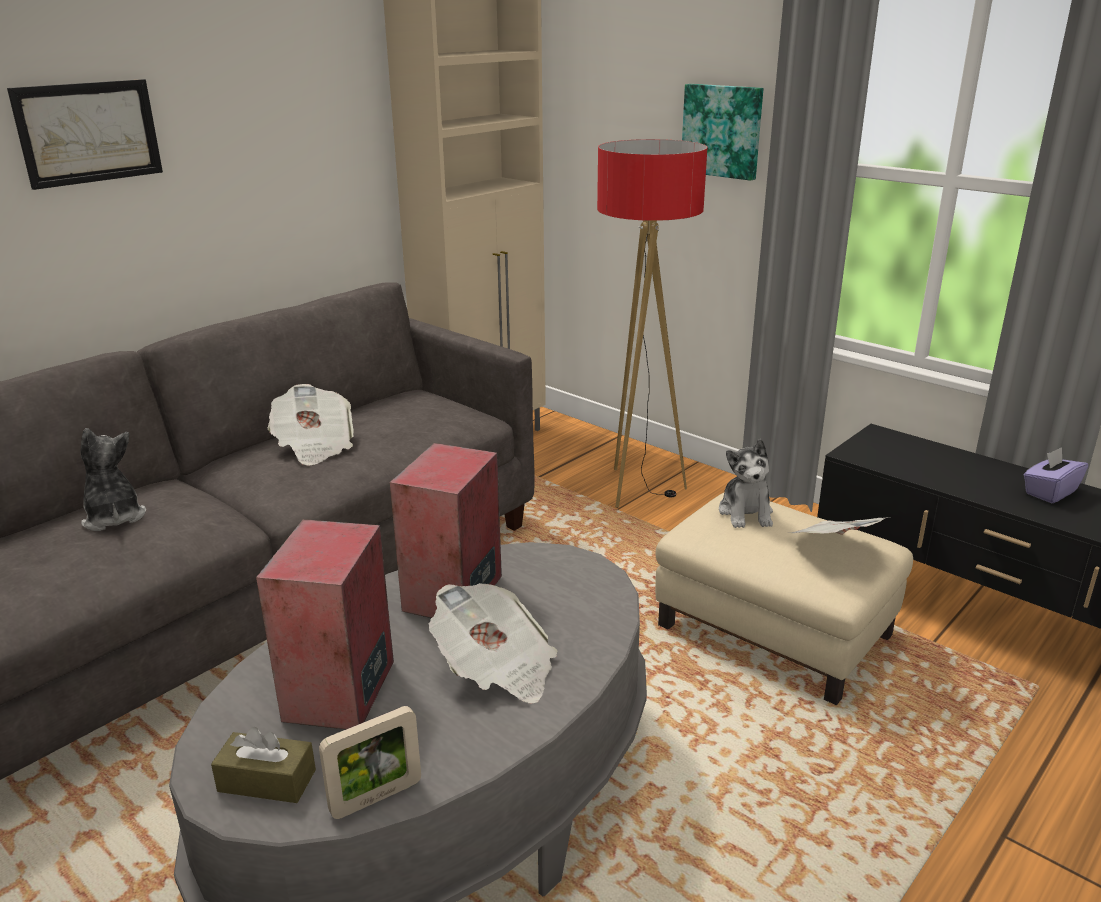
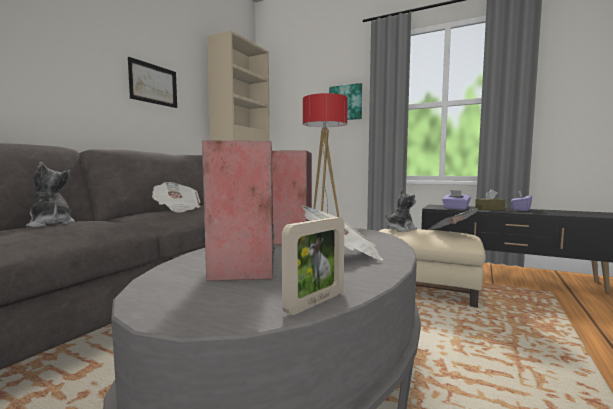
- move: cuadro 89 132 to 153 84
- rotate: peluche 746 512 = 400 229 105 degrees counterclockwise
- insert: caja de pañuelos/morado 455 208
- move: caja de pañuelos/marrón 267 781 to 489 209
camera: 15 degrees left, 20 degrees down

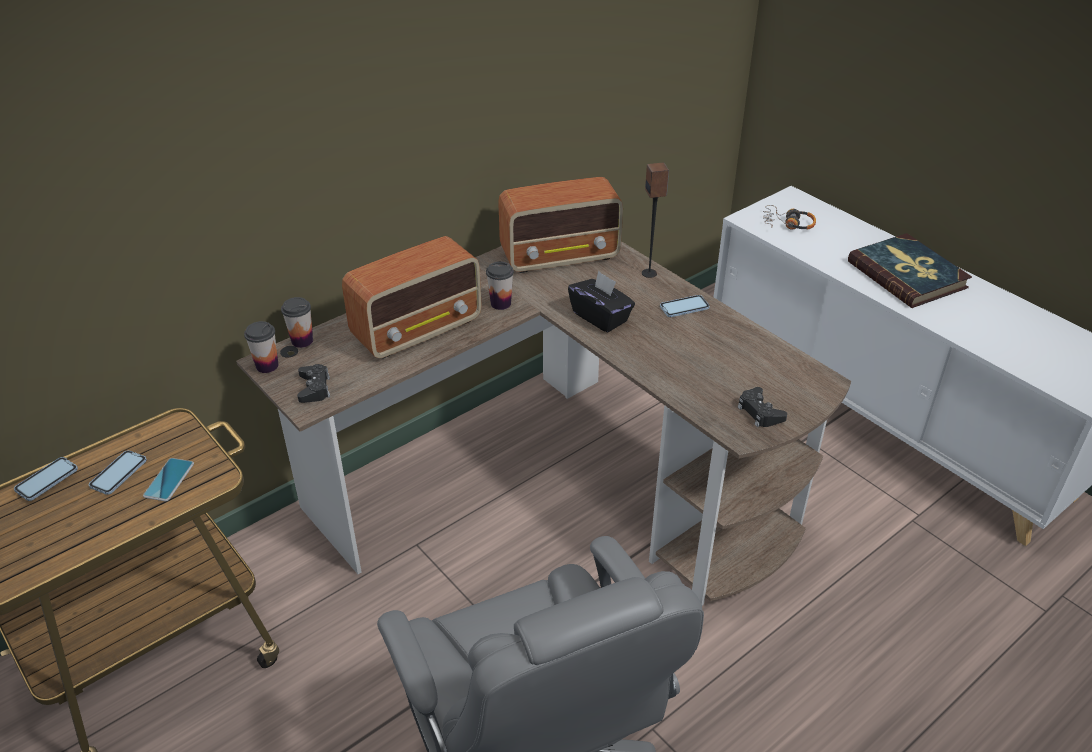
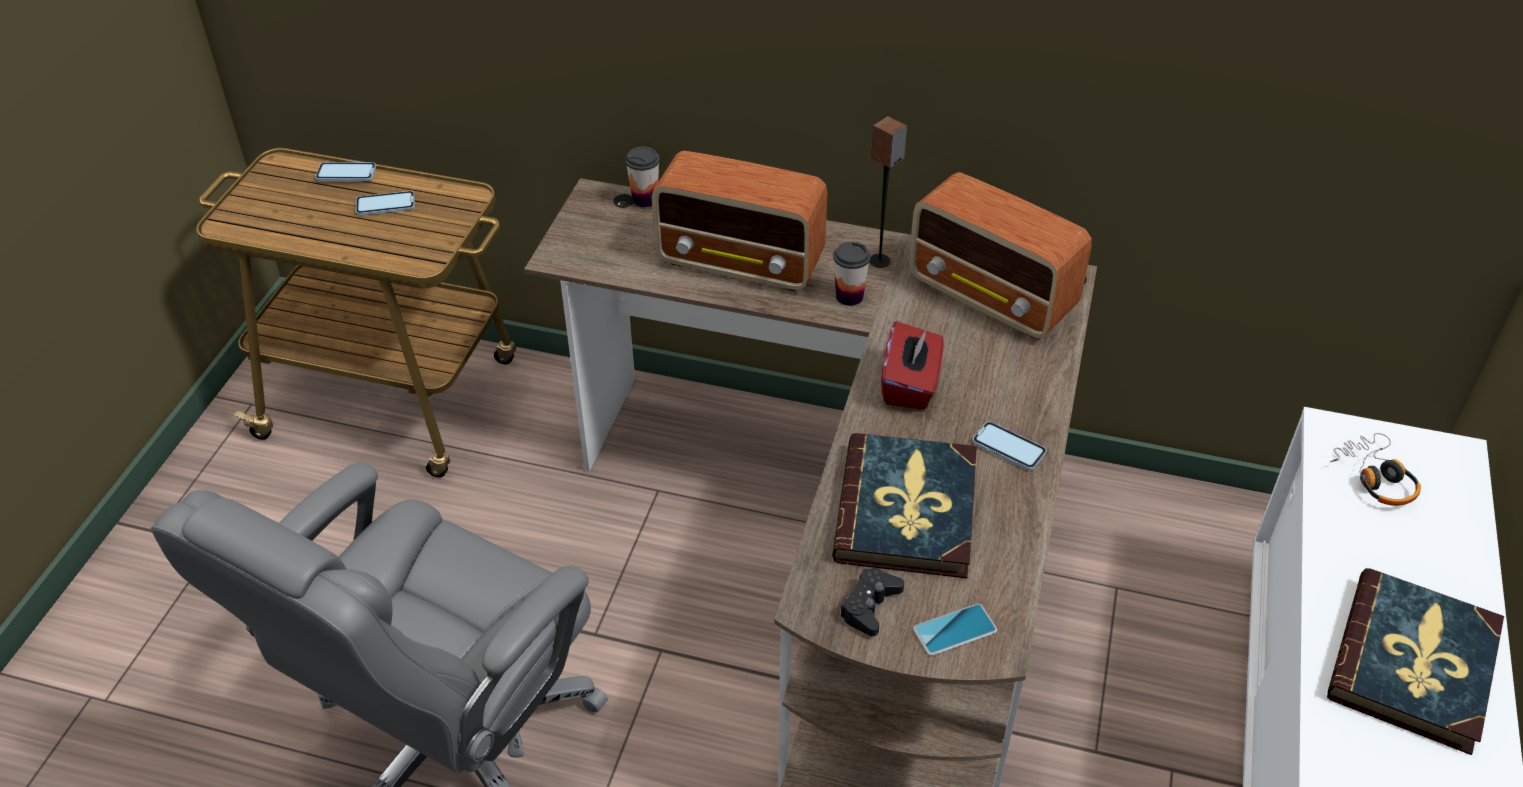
- insert: libro 907 510
- move: altavoz 649 273 to 880 261
- recolor: caja de pañuelos/negro 600 317 to caja de pañuelos/rojo 910 385
- move: móvil 169 480 to 954 630
- delete: taza 267 366
- delete: mando de consola/negro 314 388
camera: 55 degrees right, 5 degrees up

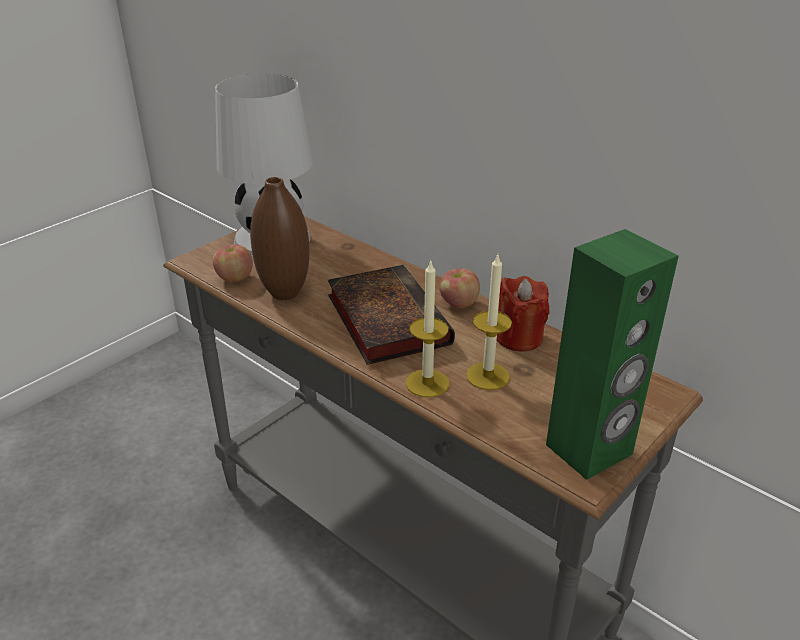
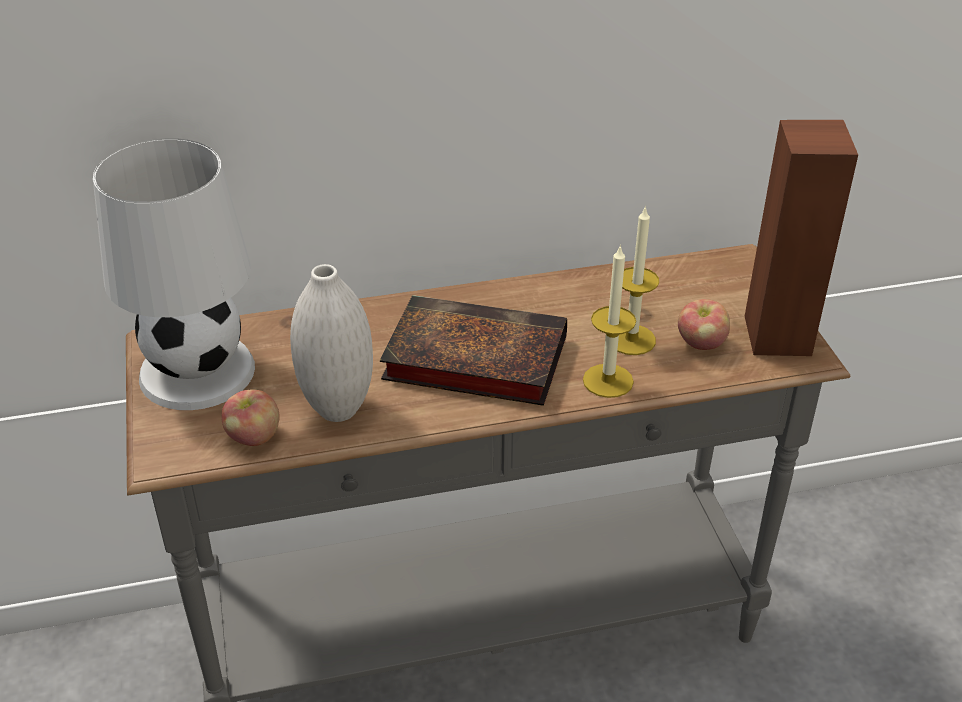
- recolor: florero/marrón 285 293 to florero/blanco 338 409
- move: manzana 458 303 to 701 343
- recolor: altavoz/verde 590 450 to altavoz/marrón 778 335
- delete: vela/rojo 518 337
camera: 55 degrees left, 5 degrees up

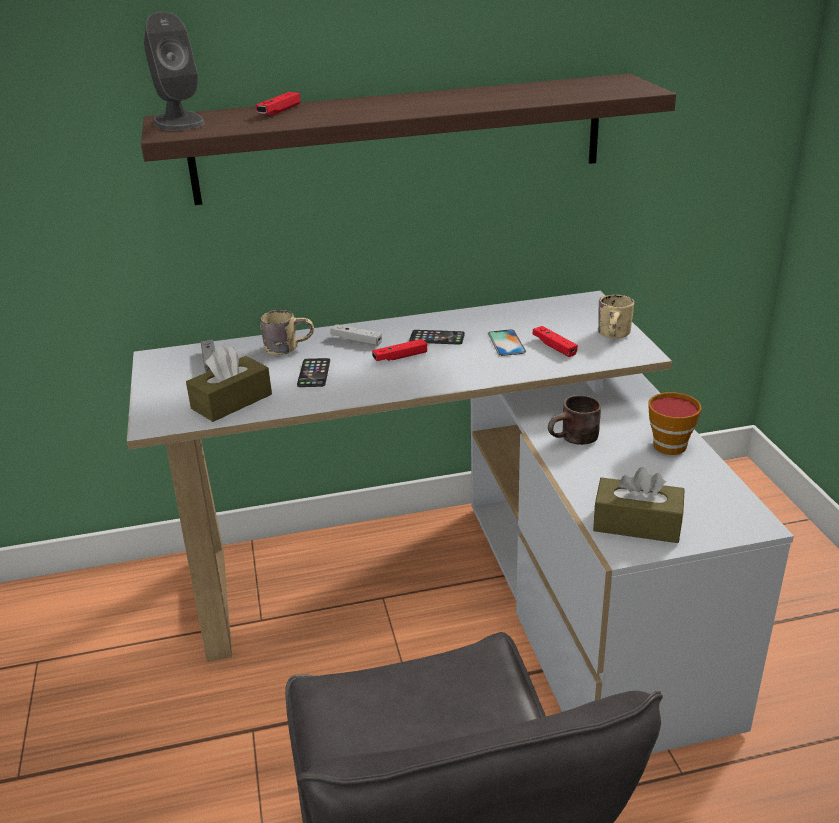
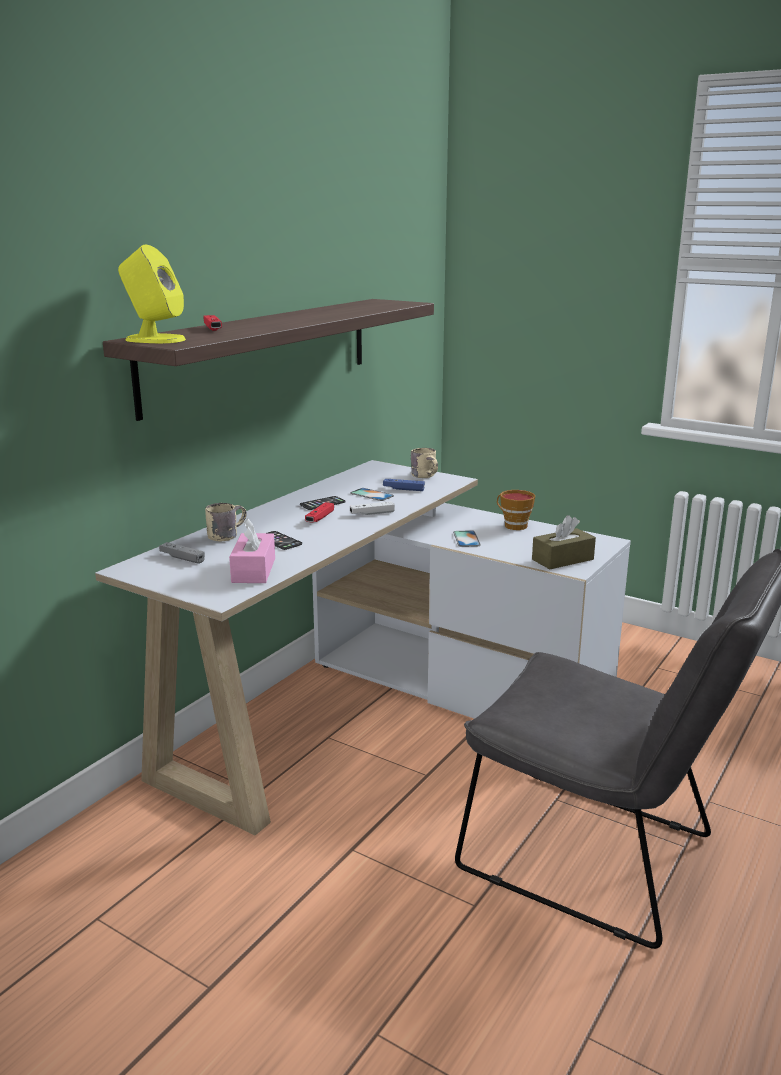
- recolor: altavoz/gris 178 122 to altavoz/amarillo 154 339
- recolor: caja de pañuelos/marrón 232 401 to caja de pañuelos/rosa 253 570
- move: mando de consola/blanco 356 340 to 372 513
- recolor: mando de consola/rojo 554 347 to mando de consola/azul 403 489
- replace: taza grande/marrón 575 441 to móvil 466 539
camera: 45 degrees left, 10 degrees down

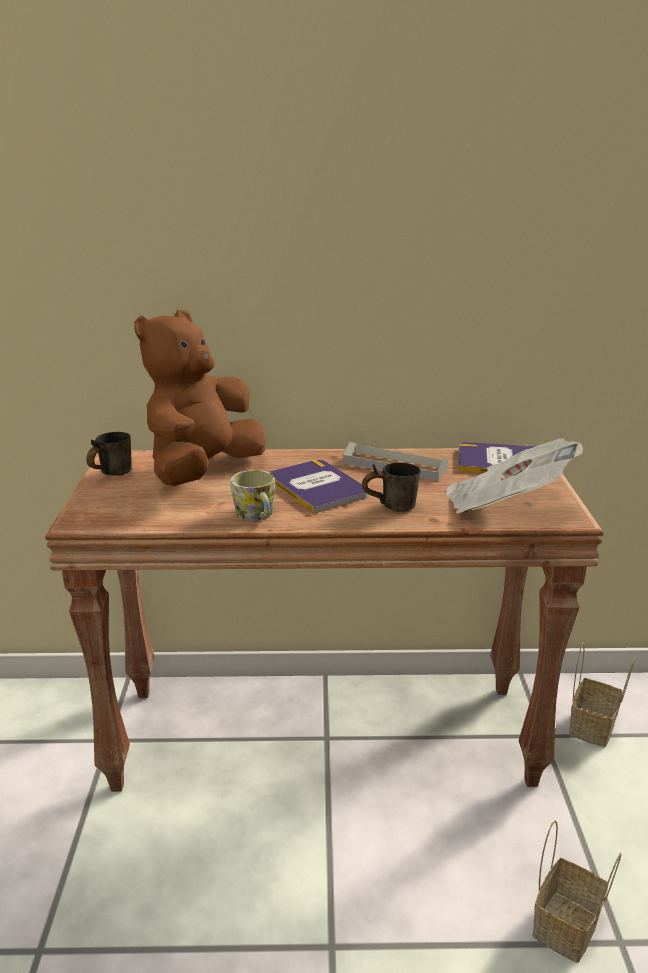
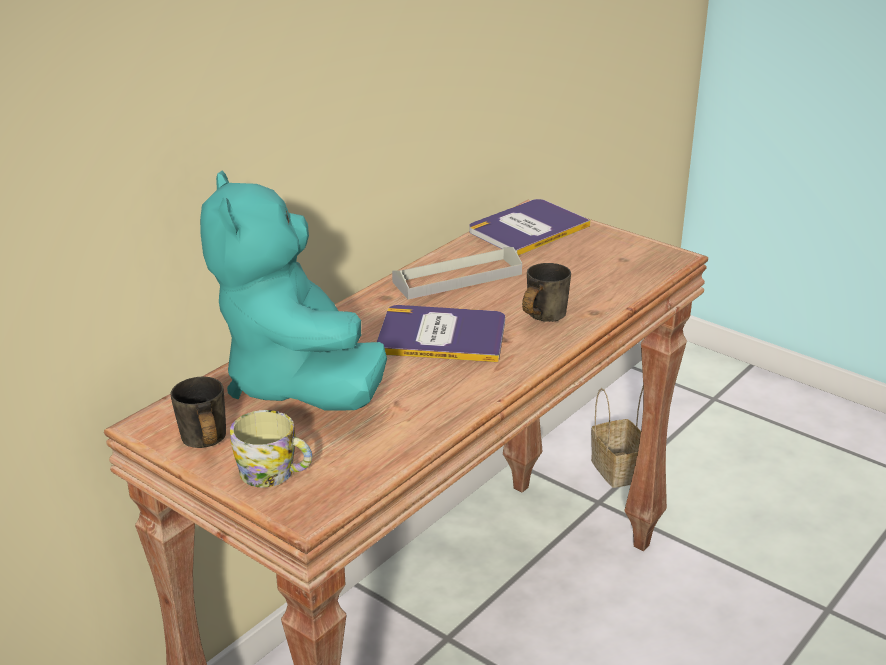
- recolor: peluche/marrón 203 471 to peluche/turquesa 297 383
- move: taza grande 256 515 to 274 473
- delete: periódico 504 506
- delete: cesta 566 929
camera: 50 degrees left, 5 degrees up

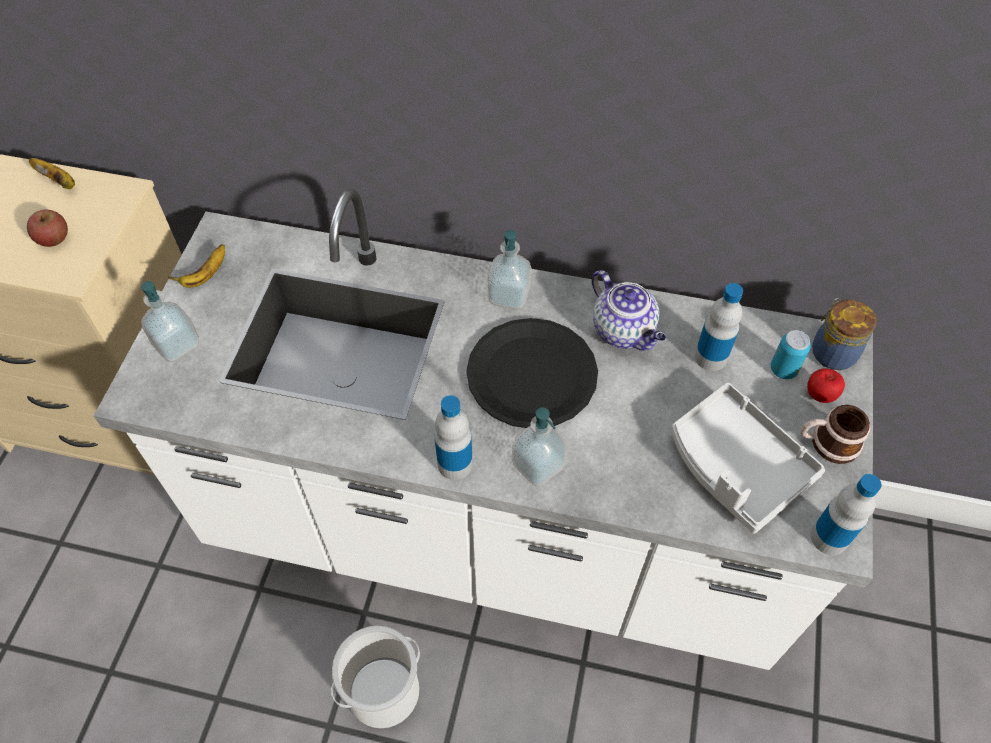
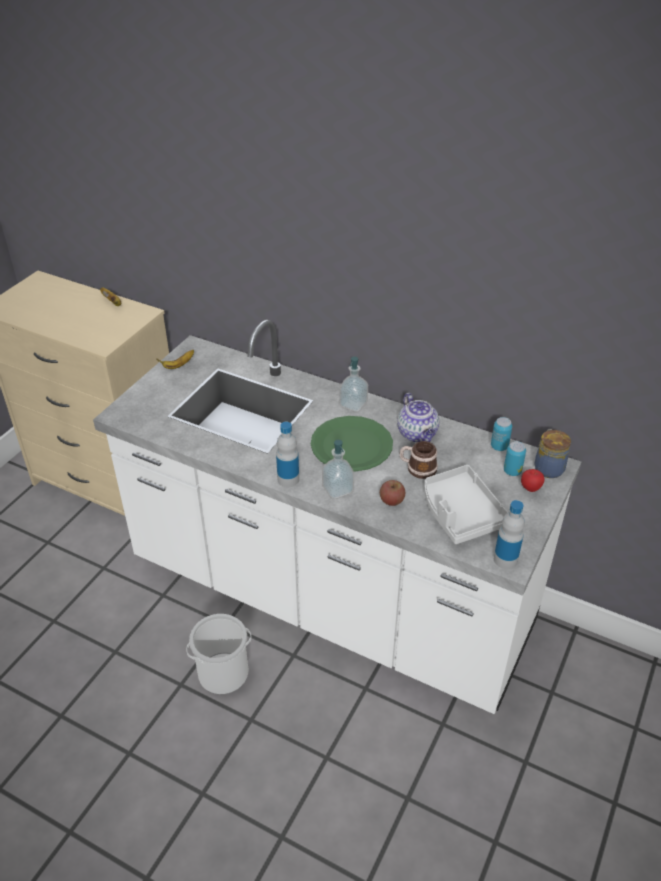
- recolor: plato/negro 532 374 to plato/verde 351 445
- move: manzana 53 239 to 391 500
- move: taza grande 827 443 to 417 468
- insert: lata 499 446
- delete: dispensador de jabón 177 344
- delete: botella 710 357
camera: 15 degrees right, 15 degrees down

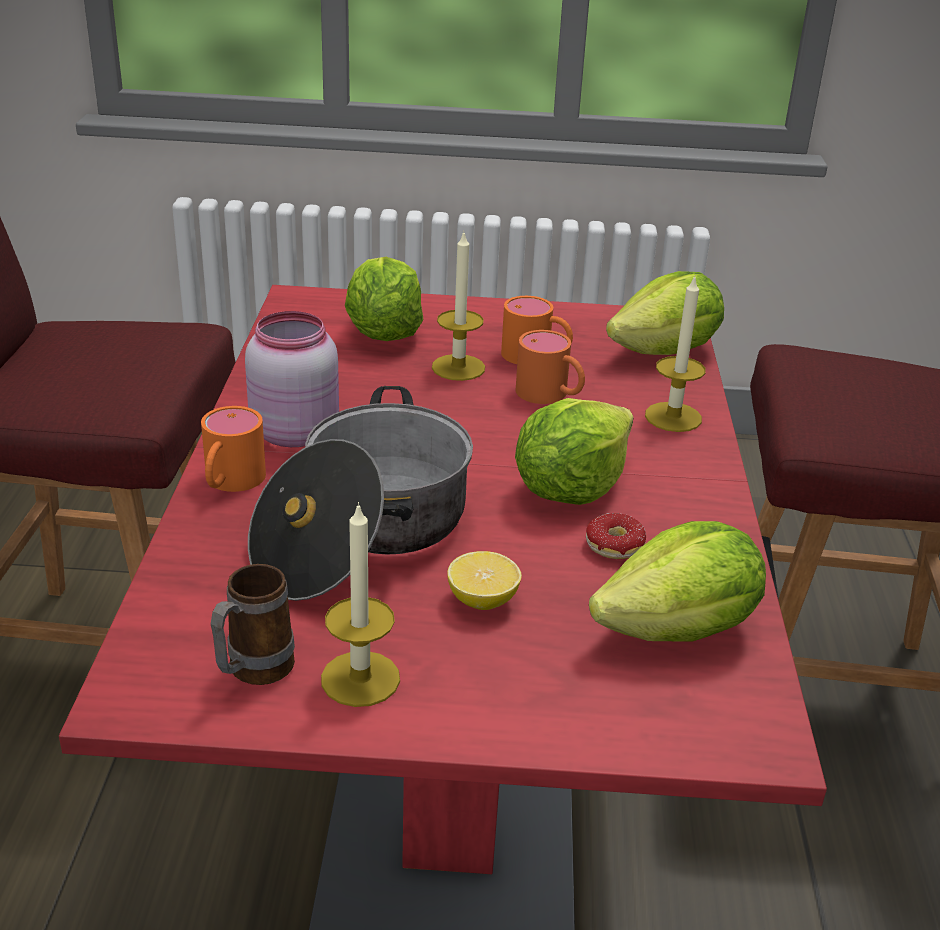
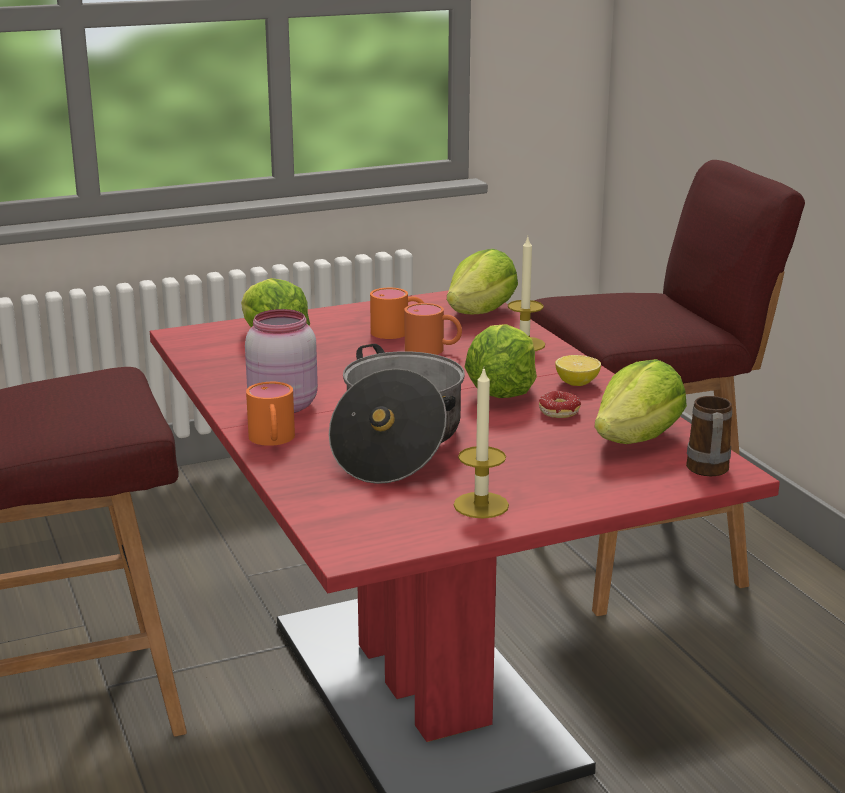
- move: limón 482 600 to 577 383
- move: taza grande 252 673 to 708 472
- delete: vela 458 367
camera: 25 degrees left, 10 degrees down

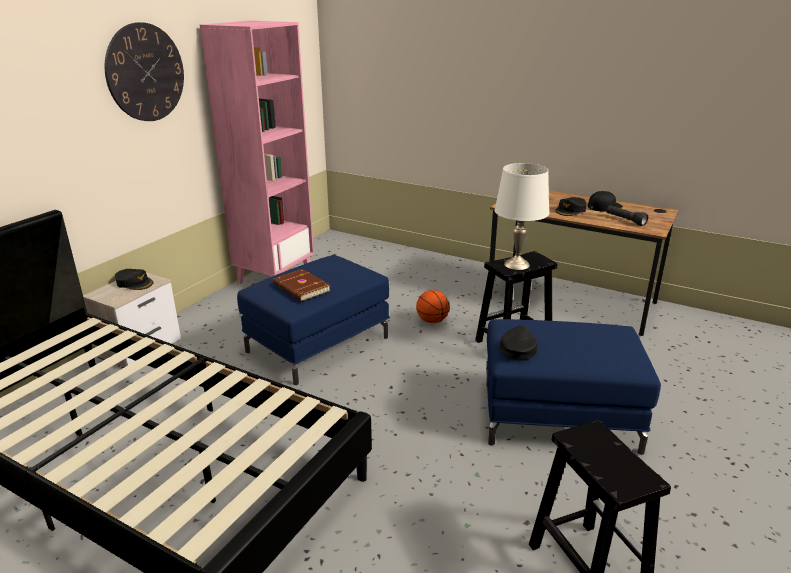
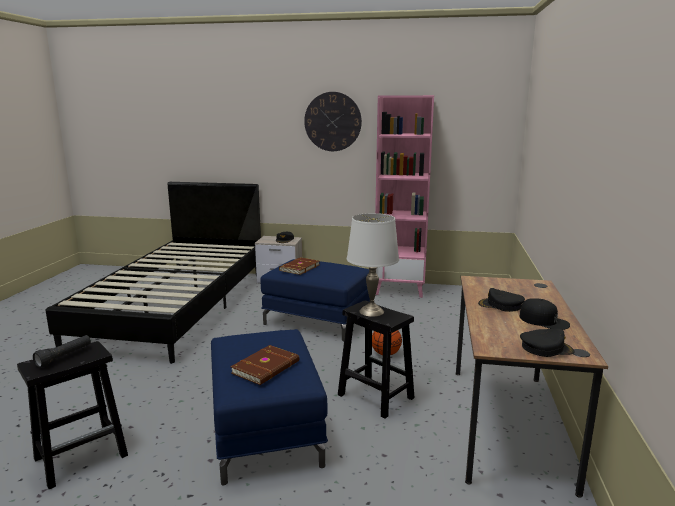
- move: linterna/negro 625 220 to 64 357
- insert: libro/marrón 267 367
- move: gorra/negro 518 348 to 546 348
camera: 70 degrees right, 10 degrees down

